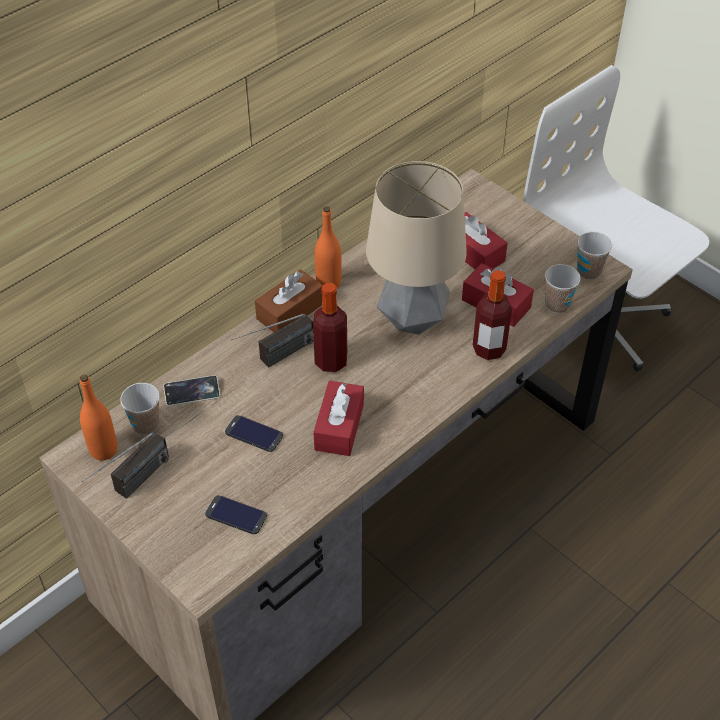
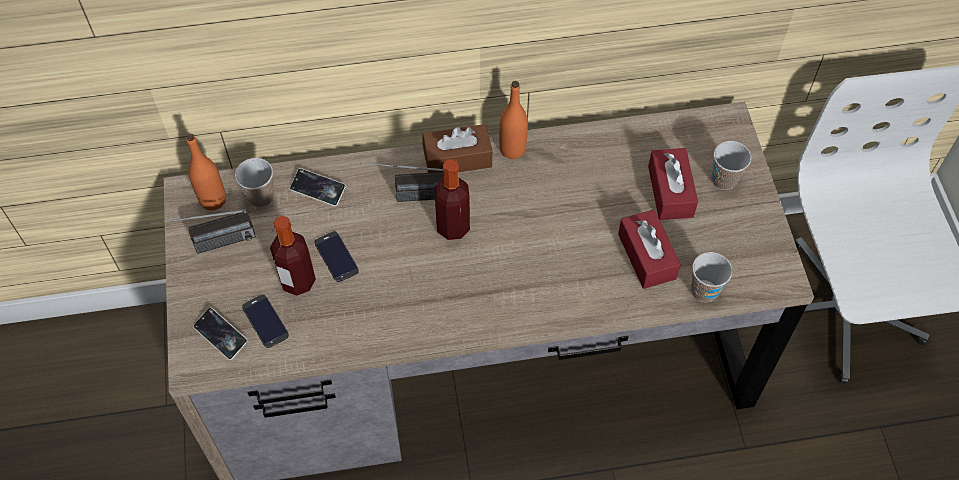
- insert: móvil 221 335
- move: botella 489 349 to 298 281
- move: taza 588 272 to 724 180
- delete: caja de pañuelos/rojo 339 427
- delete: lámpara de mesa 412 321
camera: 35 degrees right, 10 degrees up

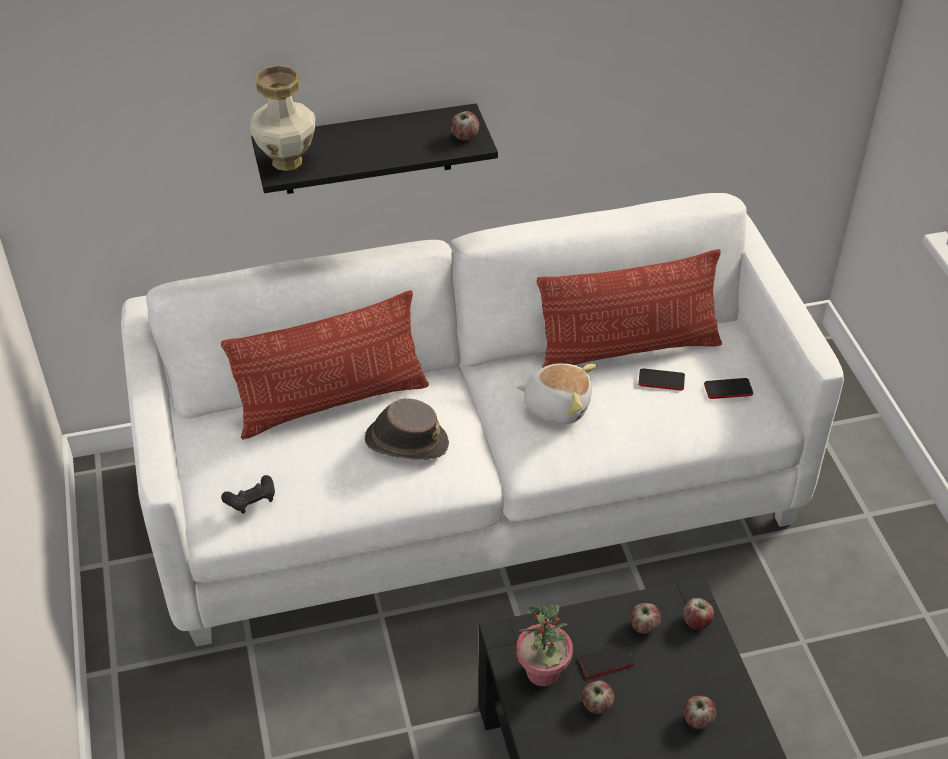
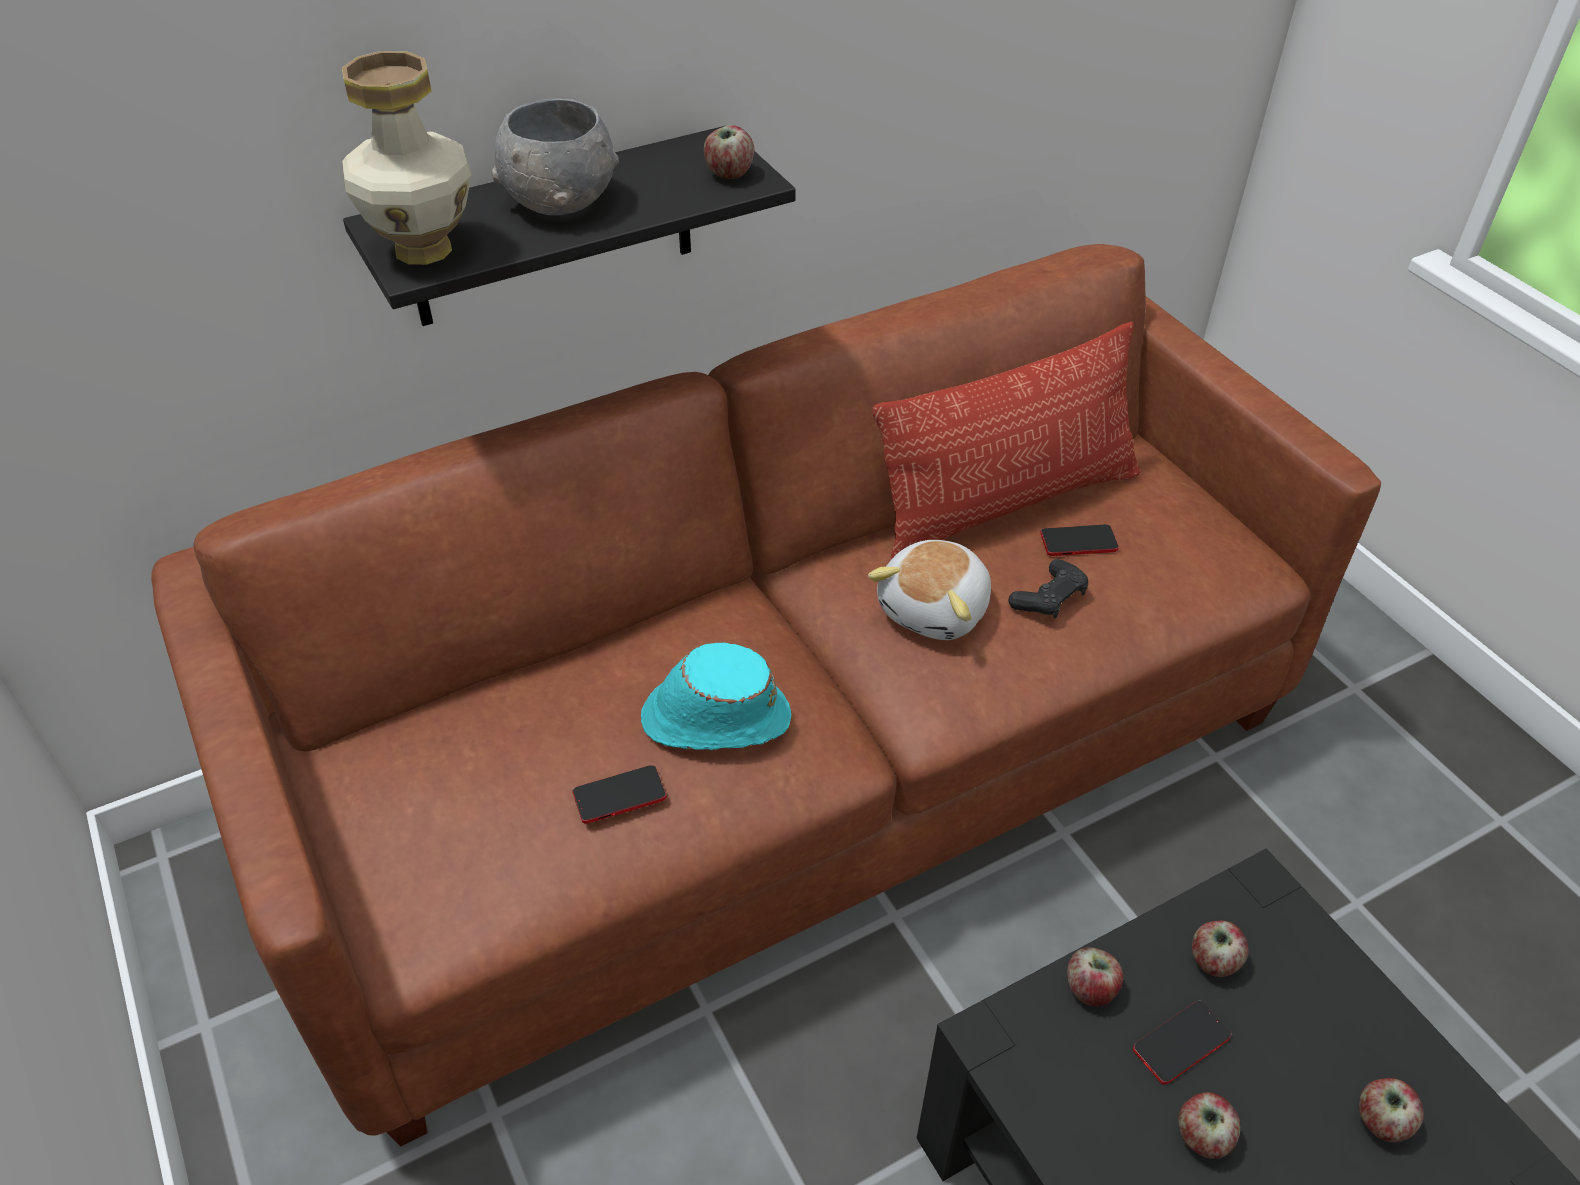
- recolor: sofá/blanco 475 489 to sofá/marrón 790 763
- insert: cuenco/gris 558 202
- move: móvil 728 389 to 619 795
- recolor: sombrero/marrón 405 441 to sombrero/turquesa 714 718
- rotate: peluche 557 405 = 936 609 120 degrees clockwise
- move: mando de consola/negro 251 499 to 1049 598
- move: manzana 696 621 to 1090 989
- delete: cojín 332 402
- delete: planta en maceta 543 672
camera: 15 degrees left, 0 degrees up

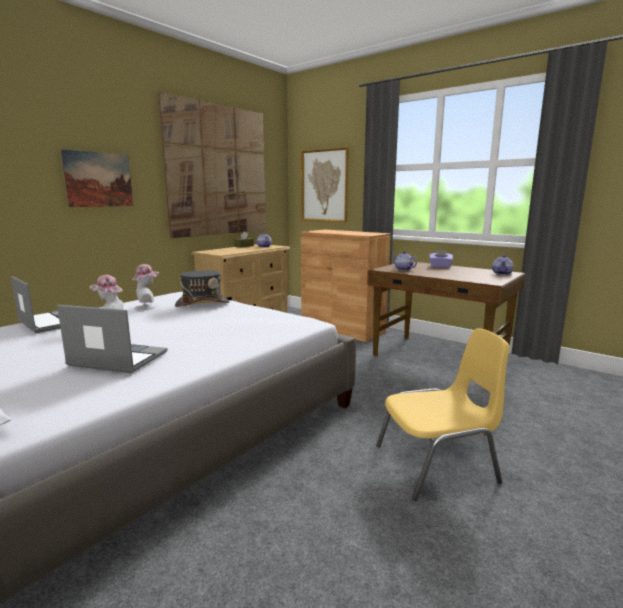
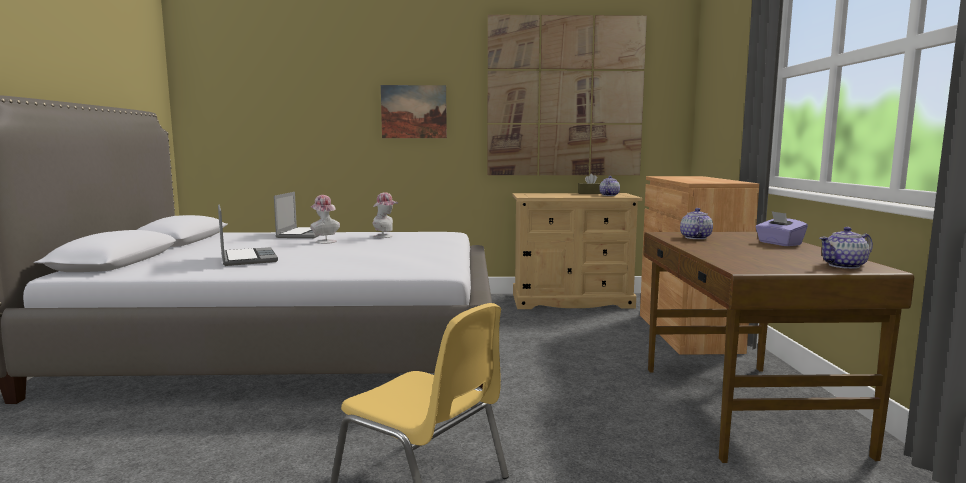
- delete: sombrero/gris 202 304
- delete: cuadro 324 185
camera: 50 degrees right, 5 degrees down

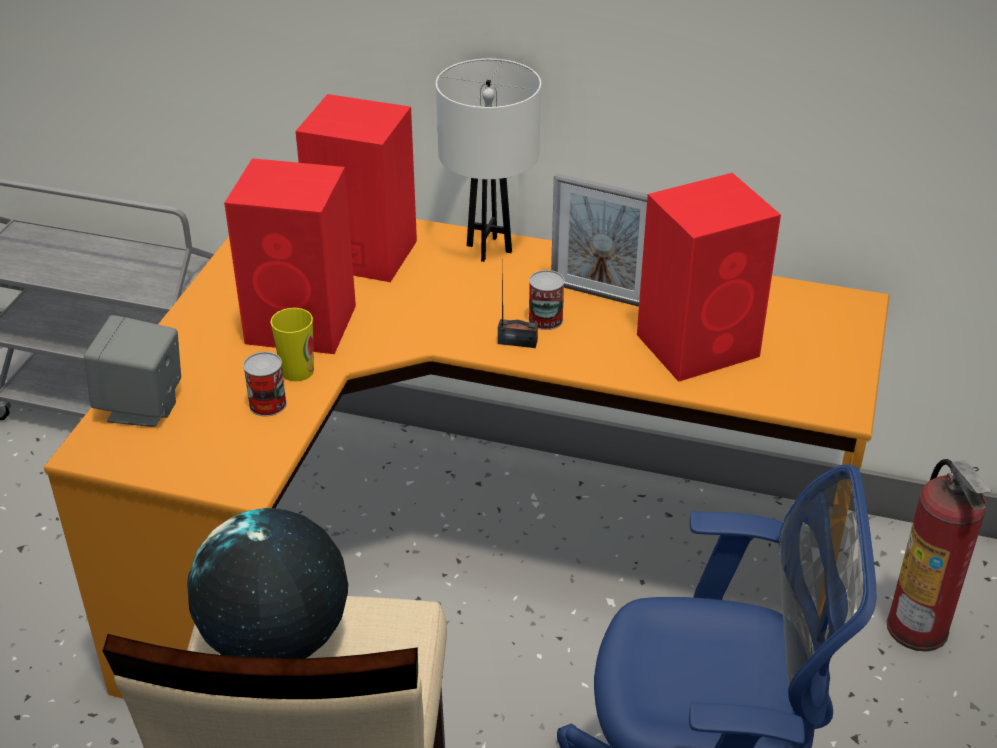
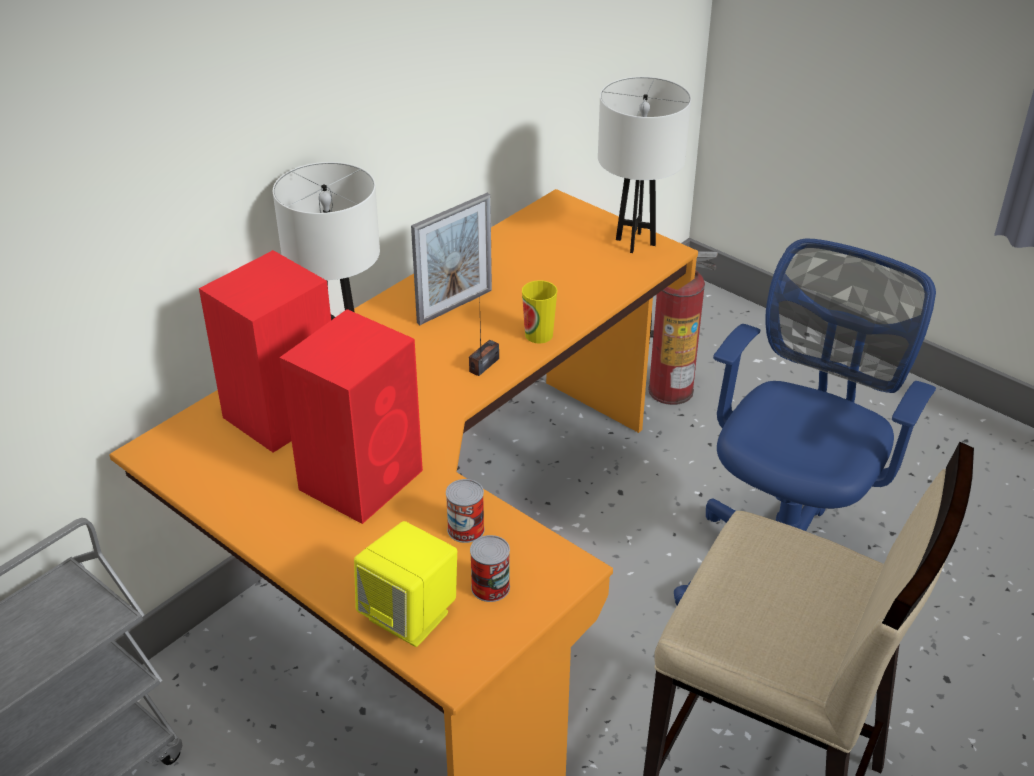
- recolor: altavoz/gris 142 407 to altavoz/amarillo 410 616
- move: lata 545 319 to 490 587
- move: taza 297 371 to 539 335
- insert: lámpara de mesa/blanco 635 242
- delete: globo terráqueo 276 641
- delete: altavoz/rojo 700 345
camera: 65 degrees left, 0 degrees up

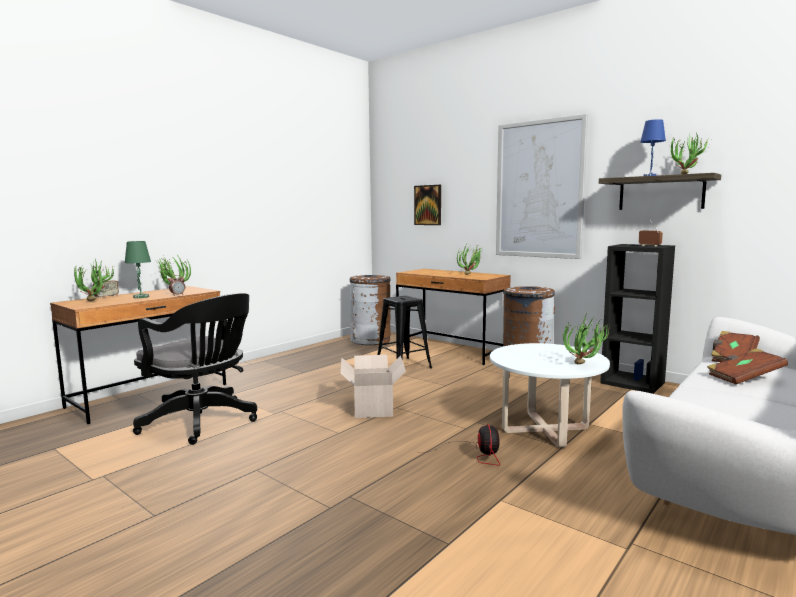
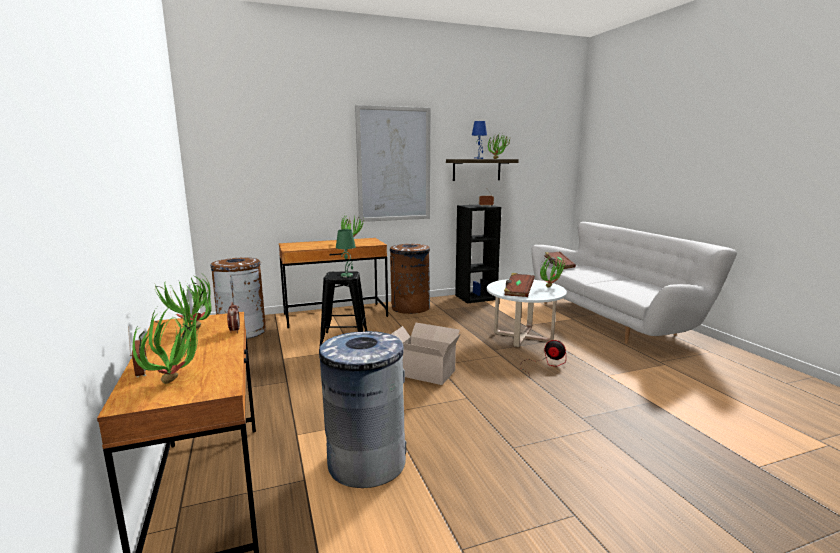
- replace: silla de oficina/negro 202 422 to papelera/gris 366 462
- move: lámpara de mesa/verde 141 297 to 347 275
- move: libro/marrón 744 378 to 518 292
- delete: cuadro 428 205
camera: 60 degrees left, 5 degrees up

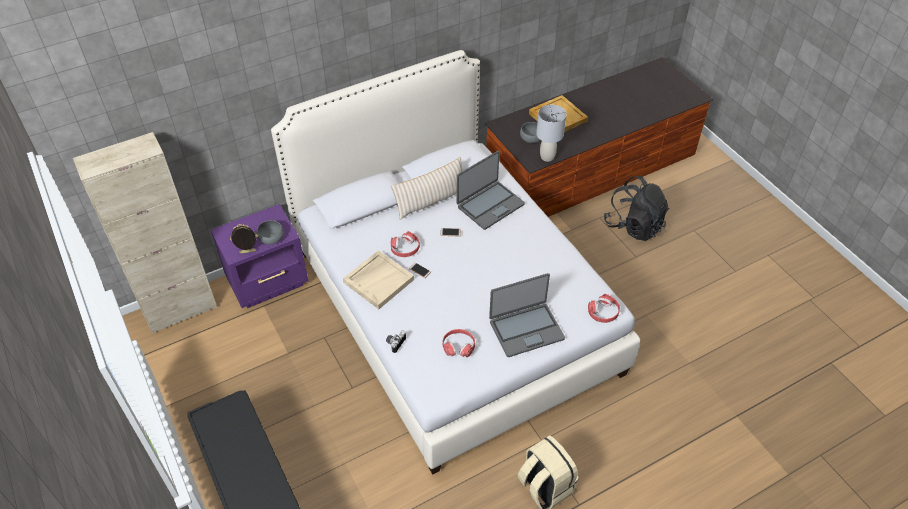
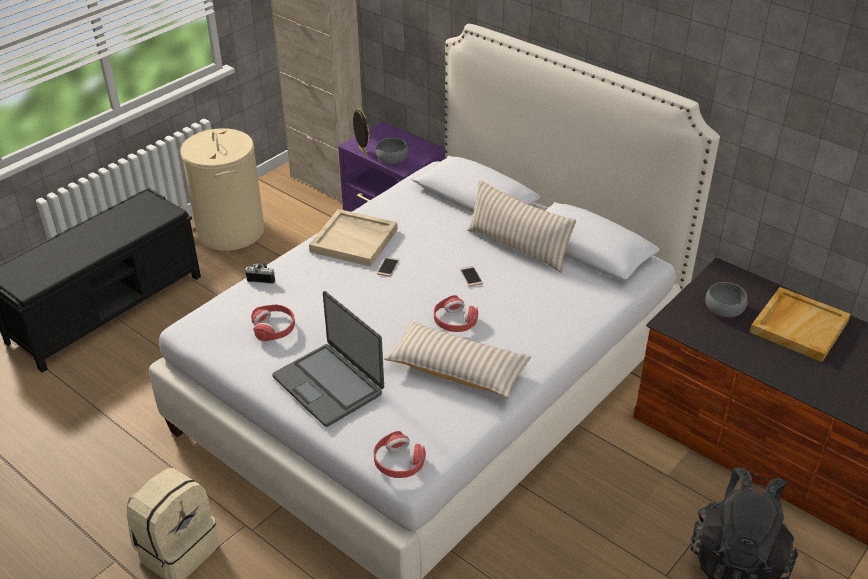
- insert: cesto de la ropa/beis 230 231
- insert: cojín/beis 457 369
- move: auriculares/rojo 405 248 to 455 321
- delete: portátil 490 205
- delete: lámpara de mesa/gris 547 157
camera: 70 degrees right, 10 degrees down

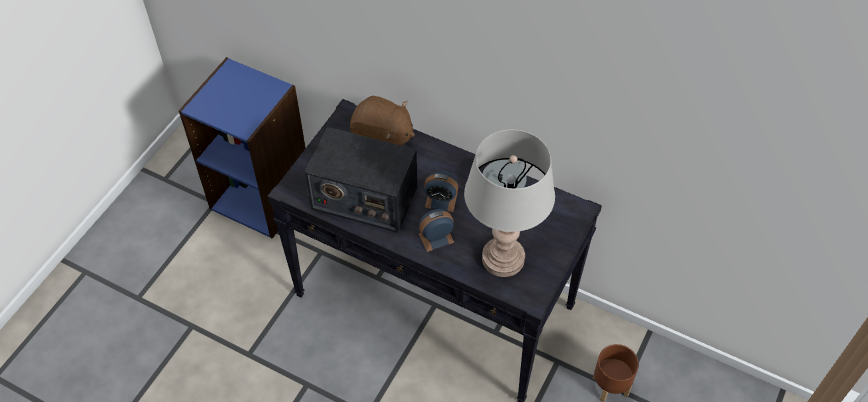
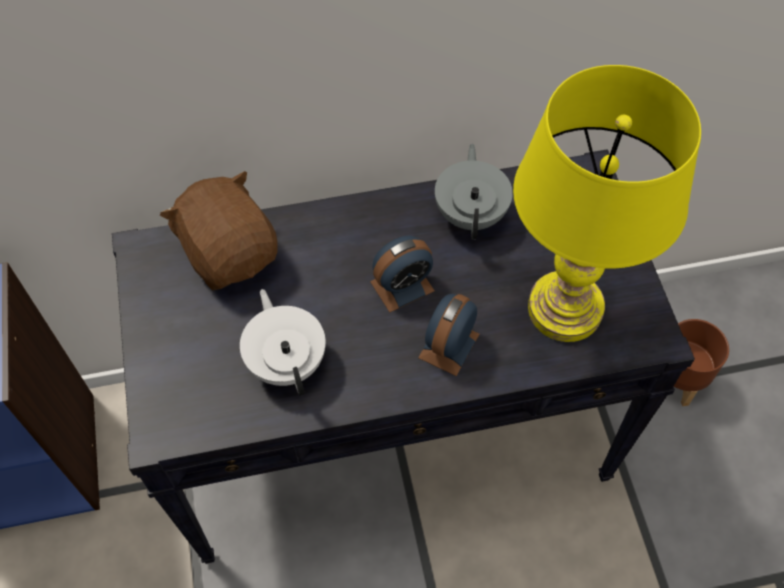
- rotate: peluche/marrón 382 138 = 230 253 105 degrees counterclockwise
- replace: radio 363 197 to tetera/blanco 287 361
- recolor: lámpara de mesa/gris 503 258 to lámpara de mesa/amarillo 564 309
camera: 40 degrees left, 5 degrees up

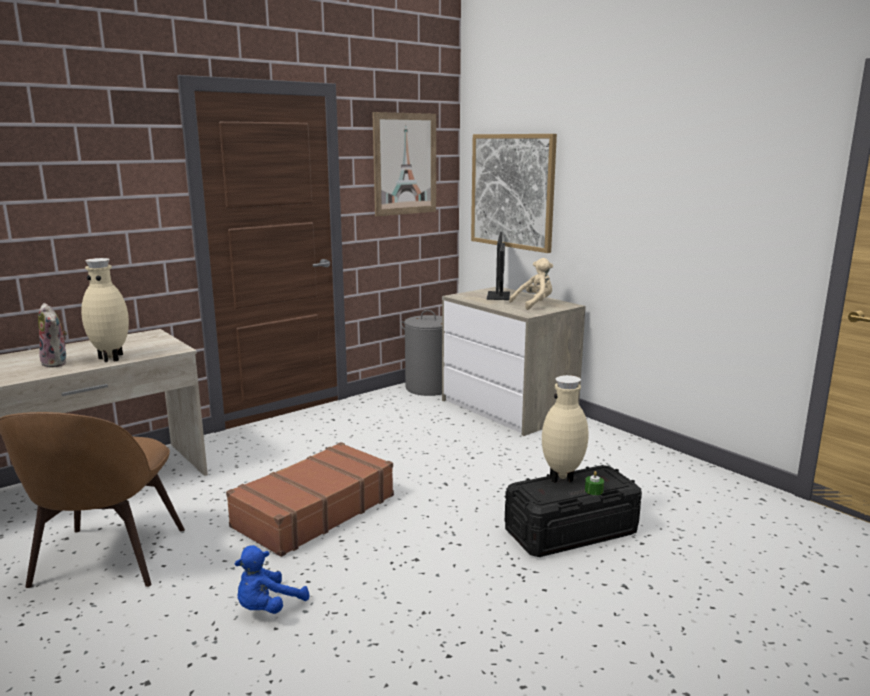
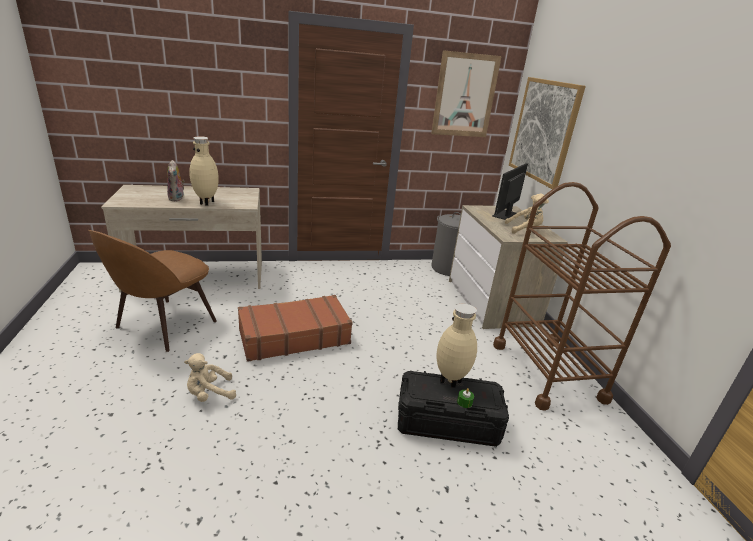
- recolor: peluche/azul 268 608 to peluche/beis 209 394
- insert: carrito/marrón 547 371
camera: 25 degrees right, 10 degrees up

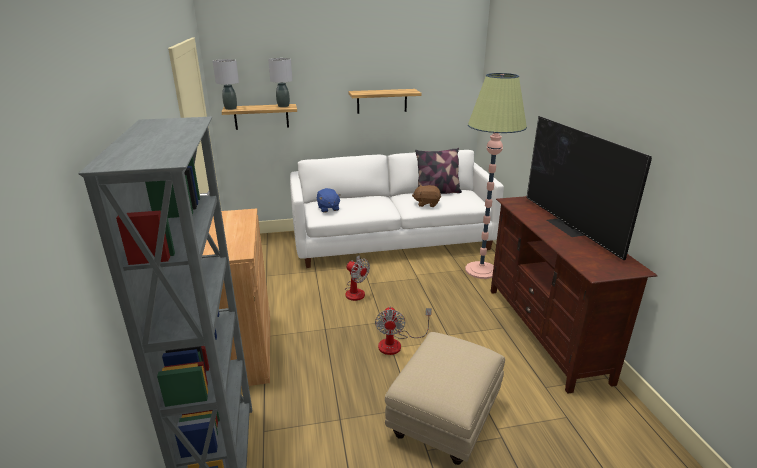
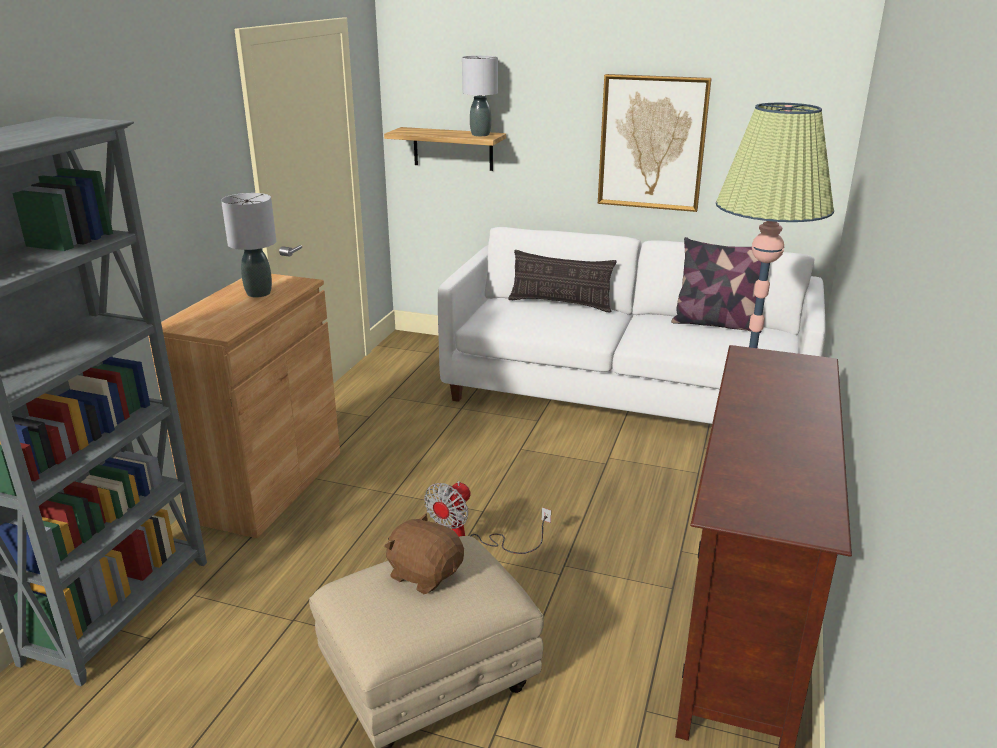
- move: lámpara de mesa/gris 230 108 to 259 293
- move: peluche/marrón 426 204 to 425 574
- insert: cojín 560 303
- replace: estante 382 101 to cuadro 652 143
- delete: peluche/azul 328 208
- delete: ventilador 356 291
- delete: televisor 569 227
camera: 30 degrees right, 0 degrees up

